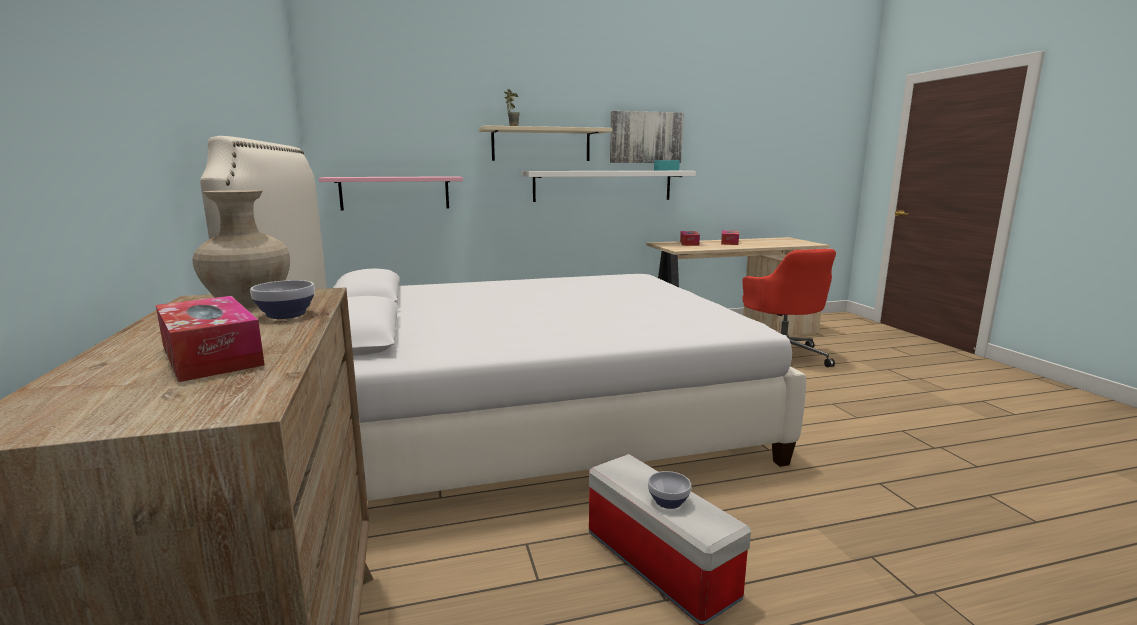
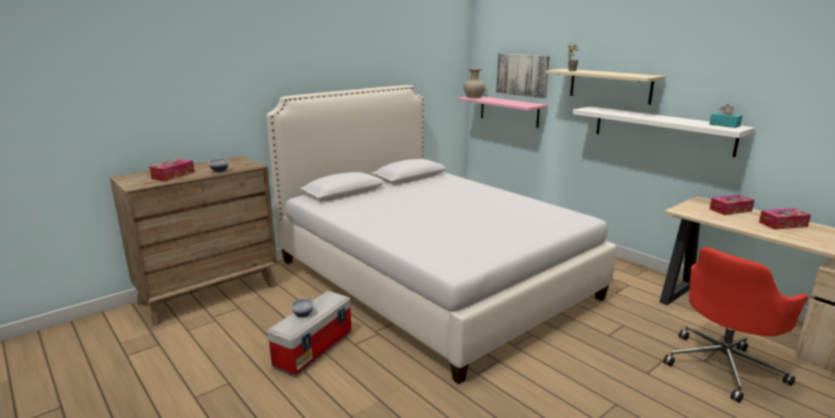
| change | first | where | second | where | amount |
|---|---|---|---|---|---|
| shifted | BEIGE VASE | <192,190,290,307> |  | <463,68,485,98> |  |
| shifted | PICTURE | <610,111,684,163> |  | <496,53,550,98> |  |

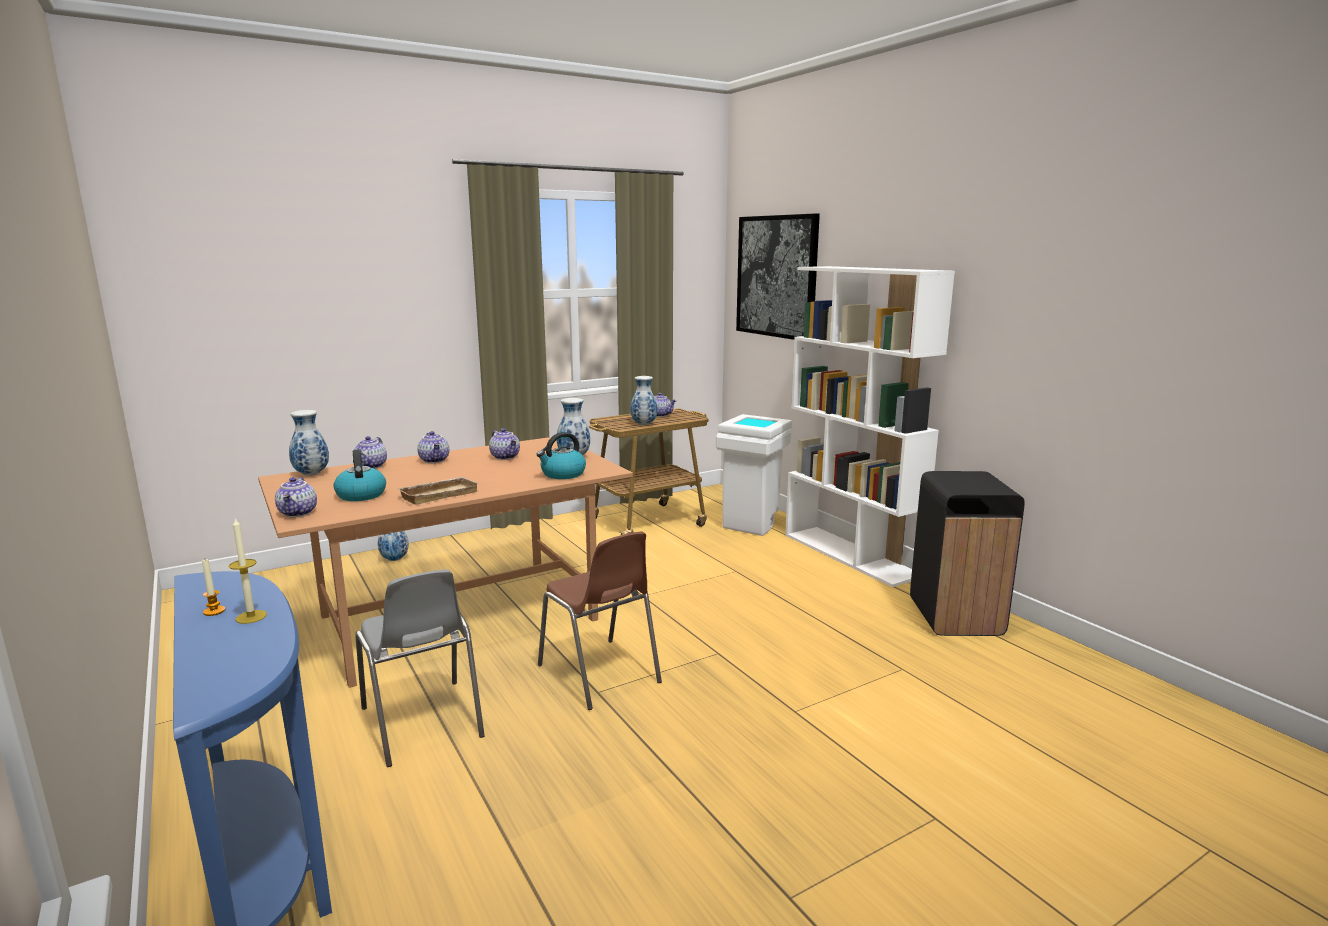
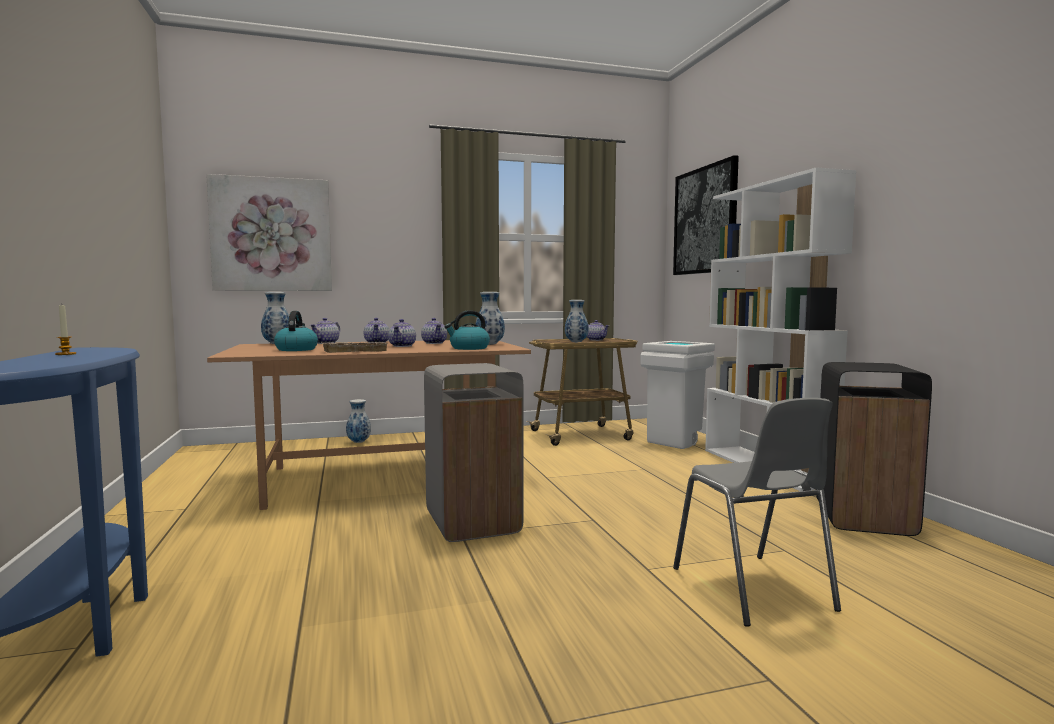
| change | first | where | second | where | amount |
|---|---|---|---|---|---|
| gone | CANDLE | <229,517,267,624> |  |  |  |
| new |  |  | PICTURE | <206,174,332,291> |  |
| shifted | TEAPOT | <275,477,317,517> |  | <388,319,416,347> |  |
| shifted | GREY CHAIR | <355,569,485,767> |  | <673,398,841,627> |  |
| swapped | BROWN CHAIR | <538,532,662,710> | GREY TRASH CAN | <424,363,524,542> |  |

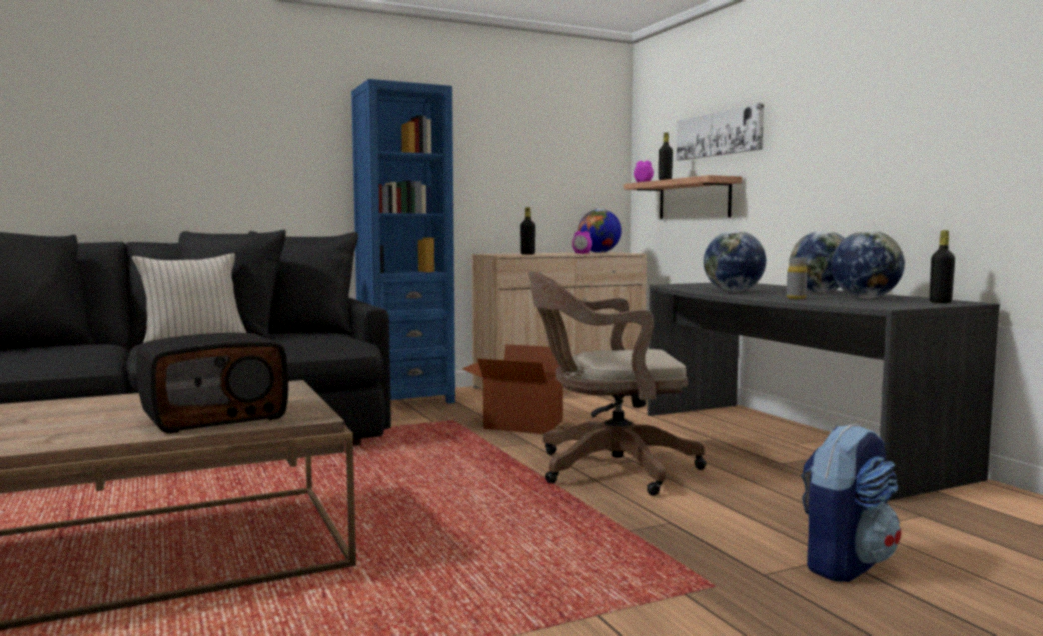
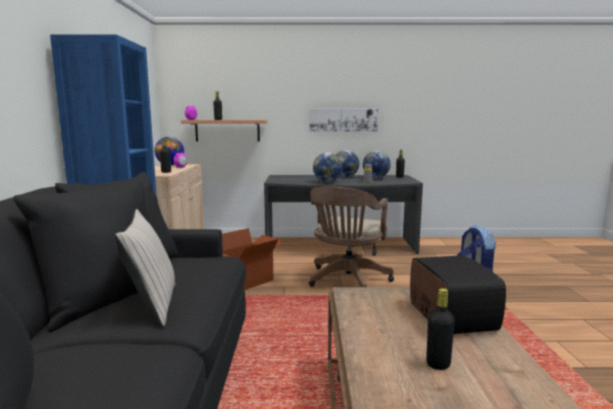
| change | first | where | second | where | amount |
|---|---|---|---|---|---|
| new |  |  | BLACK BOTTLE | <426,288,455,370> |  |
| shifted | PICTURE | <677,103,764,161> |  | <310,108,378,132> |  |

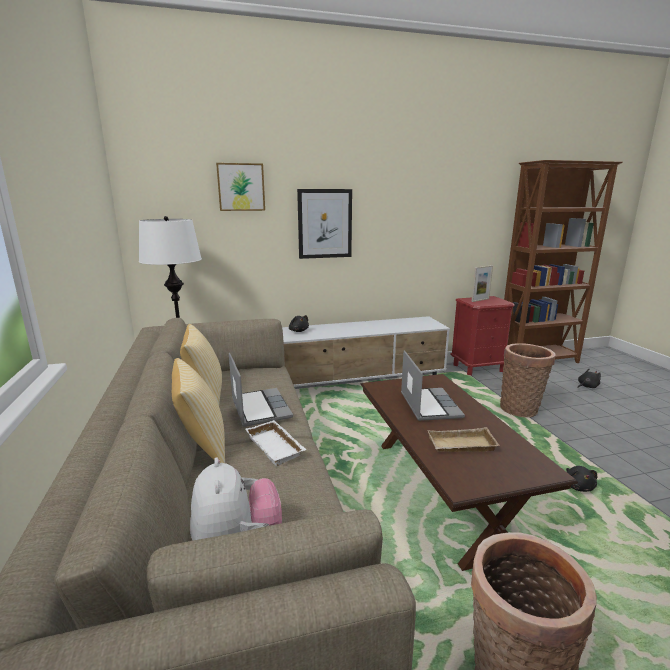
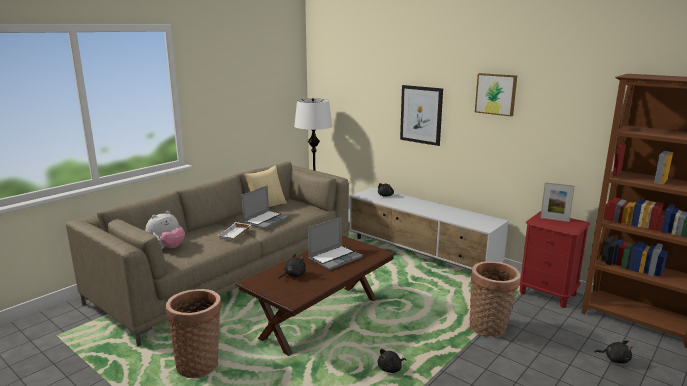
| change | first | where | second | where | amount |
|---|---|---|---|---|---|
| gone | PILLOW | <172,358,225,463> |  |  |  |
| shifted | PICTURE | <216,163,265,211> |  | <475,73,517,116> |  |
| swapped | BEIGE TRAY | <428,427,500,452> | BLACK PLUSH TOY | <278,254,306,279> |  |

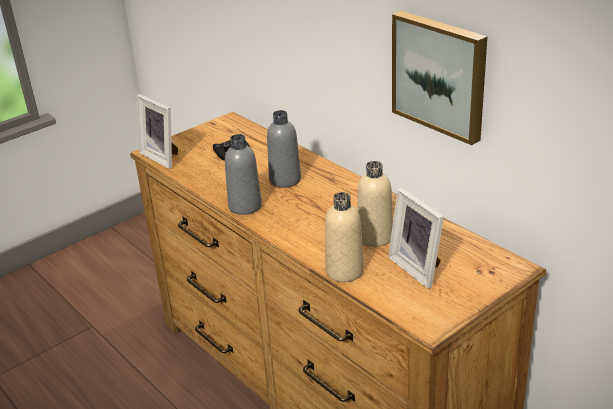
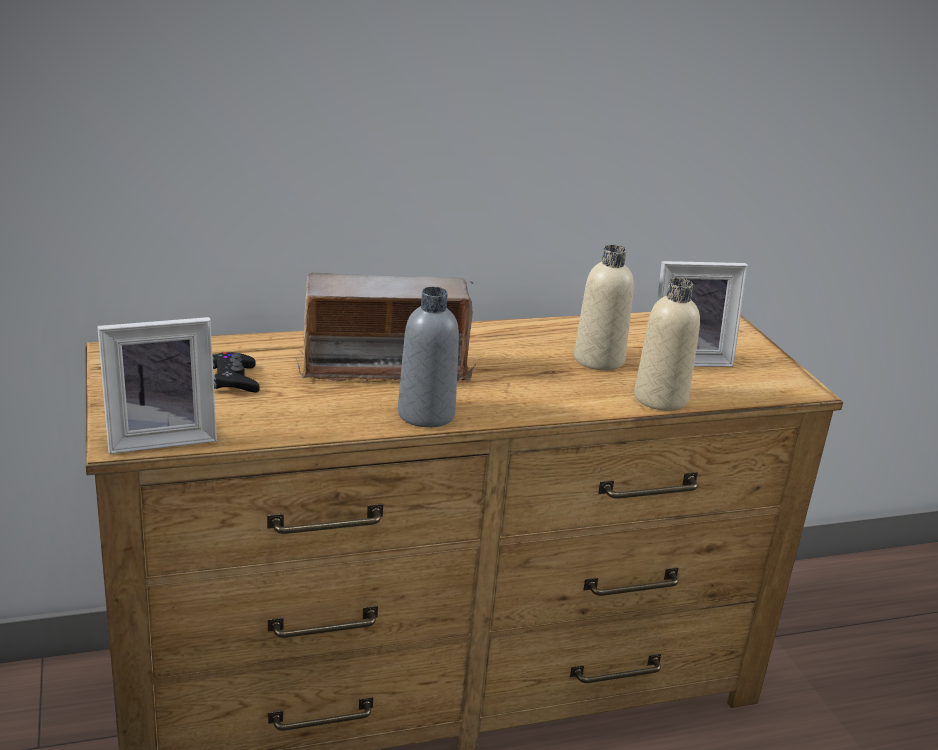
| change | first | where | second | where | amount |
|---|---|---|---|---|---|
| gone | PICTURE | <392,11,488,145> |  |  |  |
| swapped | GREY BOTTLE | <267,110,301,188> | RADIO | <295,273,476,382> |  |

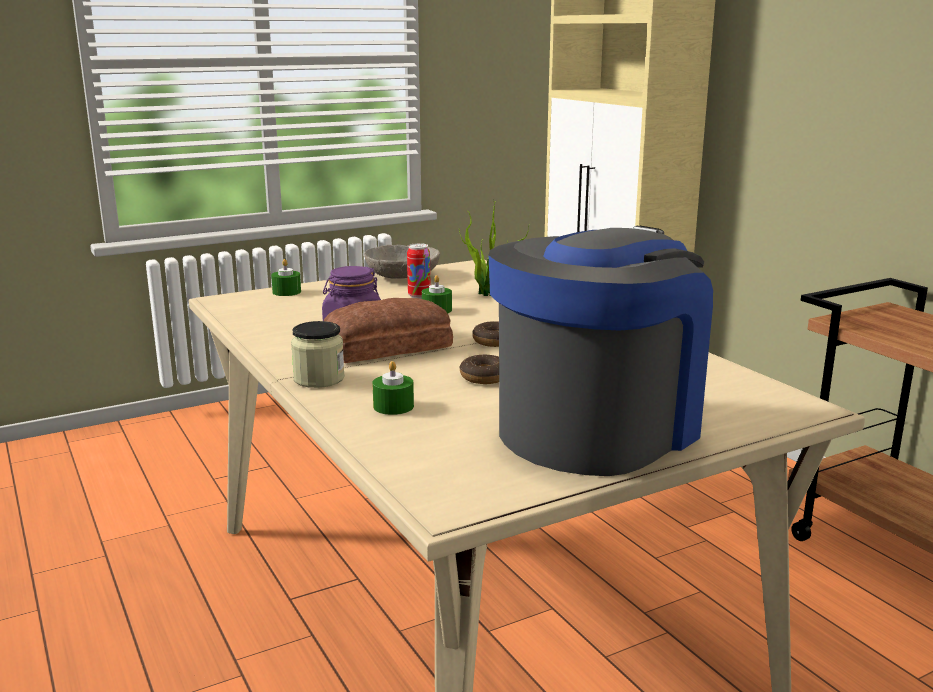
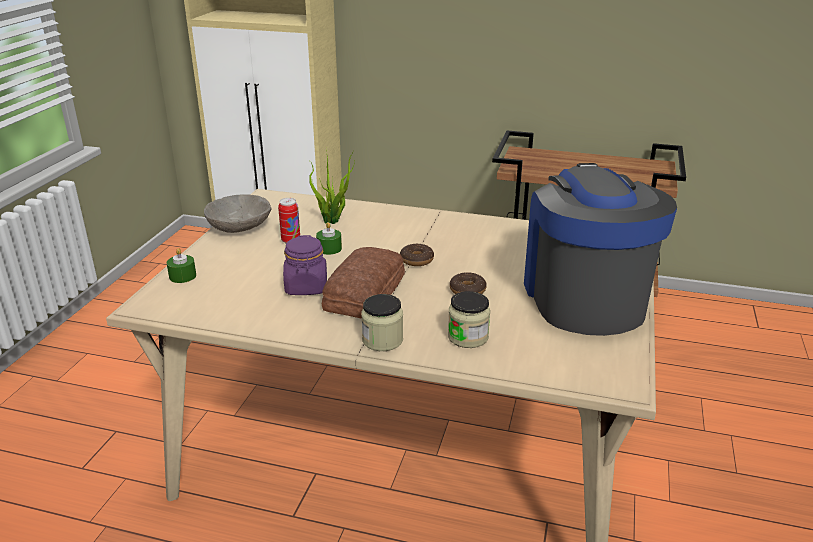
| change | first | where | second | where | amount |
|---|---|---|---|---|---|
| swapped | GREEN CANDLE | <372,361,414,415> | JAR | <448,291,490,348> |  |

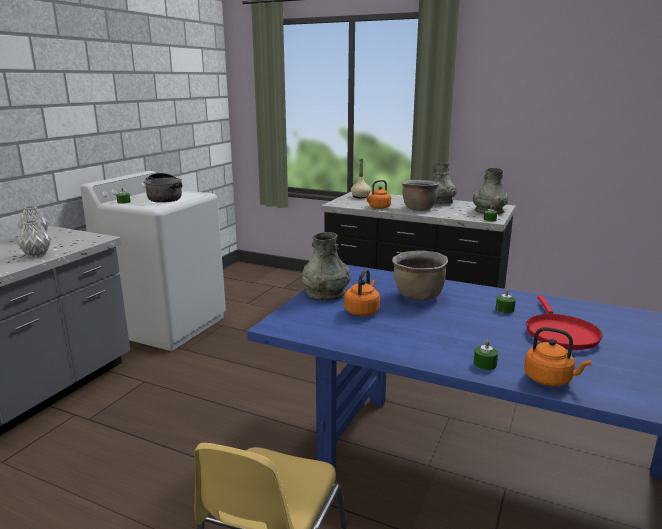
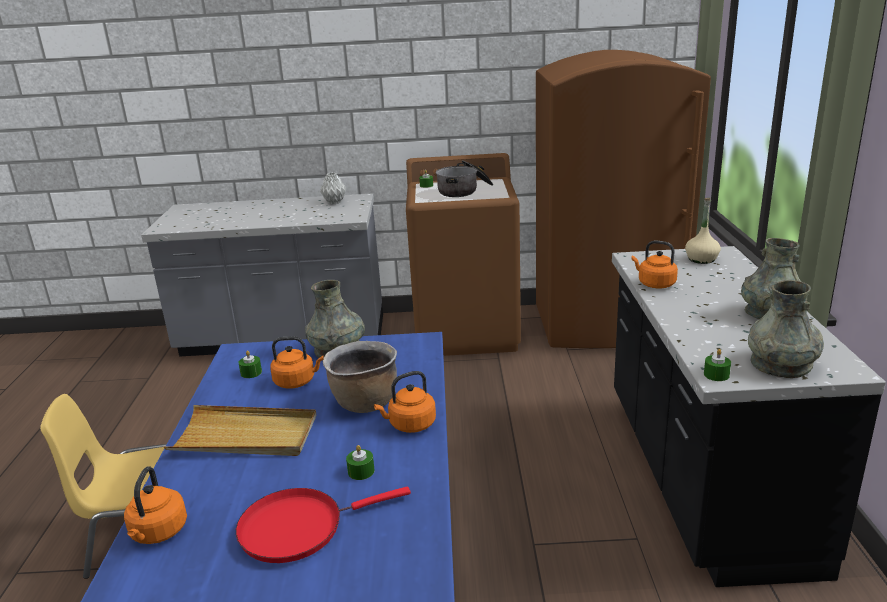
| change | first | where | second | where | amount |
|---|---|---|---|---|---|
| gone | GREY VASE | <16,220,52,258> |  |  |  |
| gone | BROWN COOKING POT | <402,180,439,211> |  |  |  |
| new |  |  | BEIGE TRAY | <164,405,317,456> |  |
| new |  |  | ORANGE KETTLE | <374,371,436,433> |  |
| new |  |  | BROWN FRIDGE | <536,50,711,348> |  |
| shifted | GREEN CANDLE | <473,340,498,370> |  | <238,351,262,378> |  |
| repainted | WHITE WASHING MACHINE | <81,171,226,351> | BROWN WASHING MACHINE | <406,153,521,356> |  |

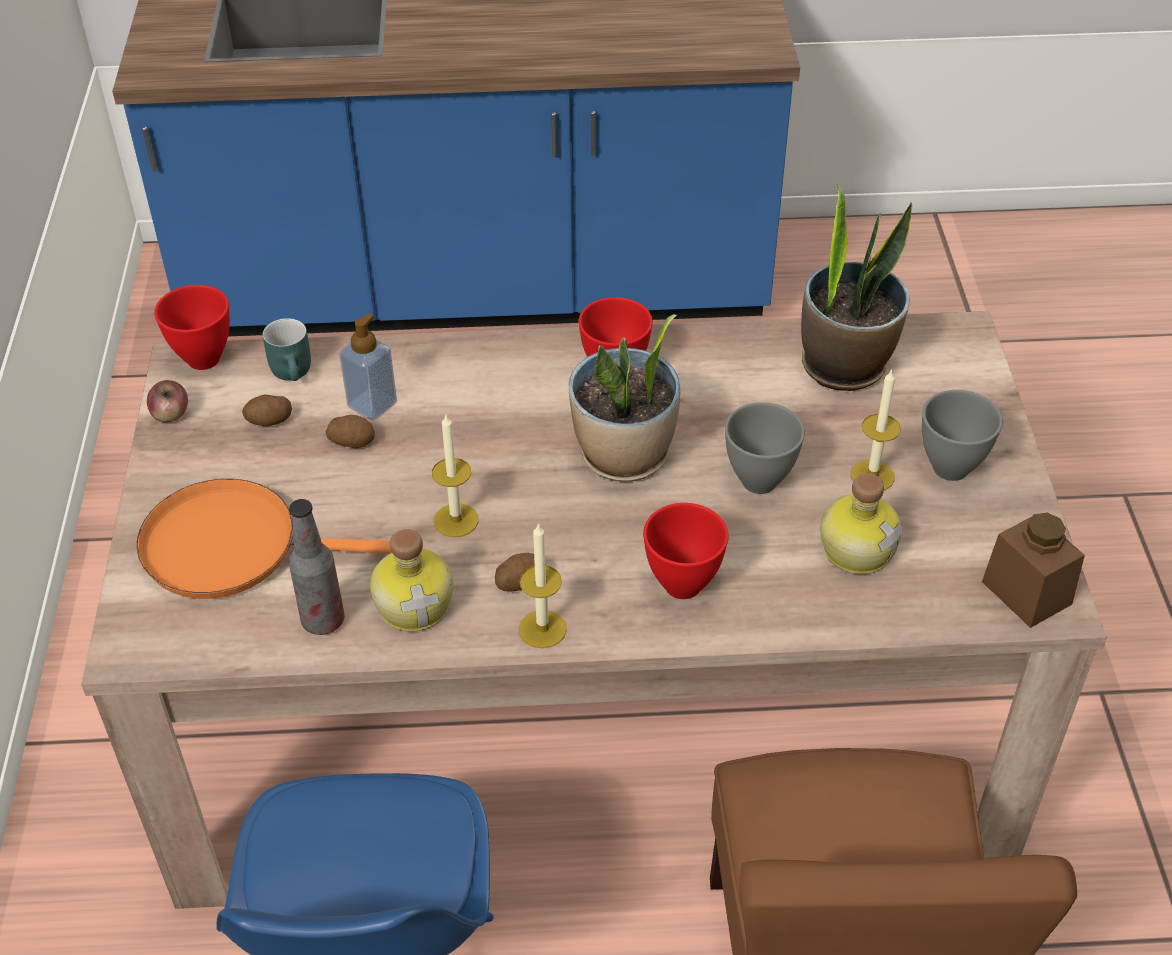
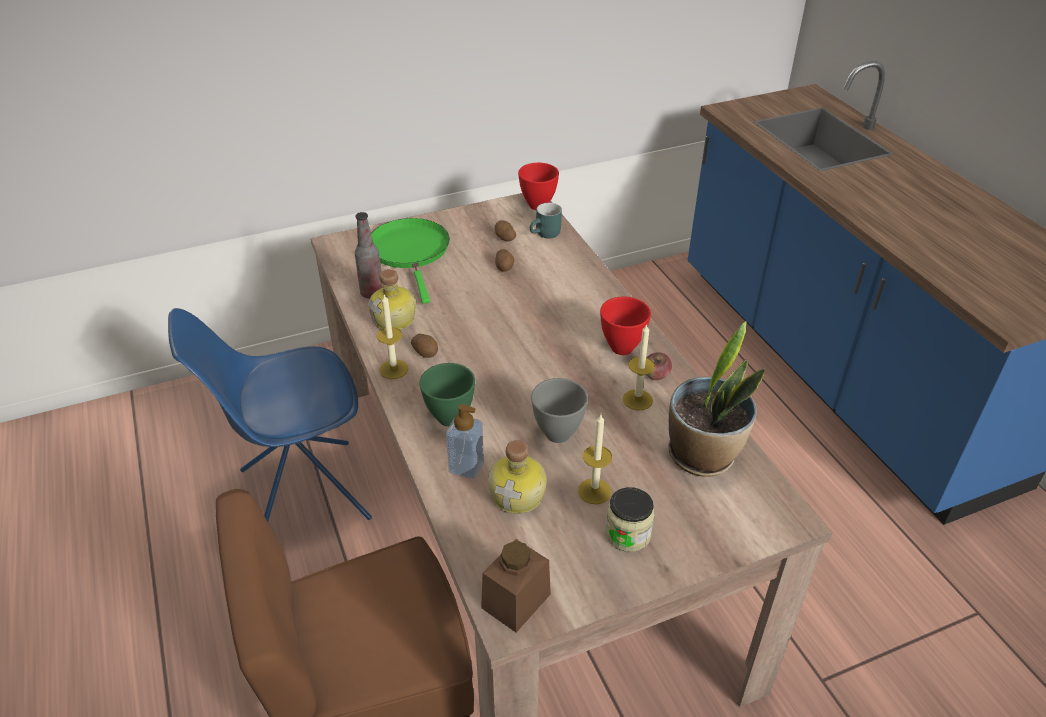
| change | first | where | second | where | amount |
|---|---|---|---|---|---|
| gone | POTTED PLANT | <568,314,680,482> |  |  |  |
| shifted | APPLE | <147,380,188,423> |  | <646,352,672,380> |  |
| shifted | SOAP DISPENSER | <339,313,397,420> |  | <446,404,484,479> |  |
| shifted | CANDLE | <432,415,479,537> |  | <623,324,655,410> |  |
| swapped | GREY BOWL | <922,390,1003,481> | JAR | <605,487,655,552> |  |
| repainted | ORANGE FRYING PAN | <136,479,392,599> | GREEN FRYING PAN | <371,218,450,303> |  |
| repainted | RED BOWL | <643,503,728,599> | GREEN BOWL | <419,363,475,427> |  |

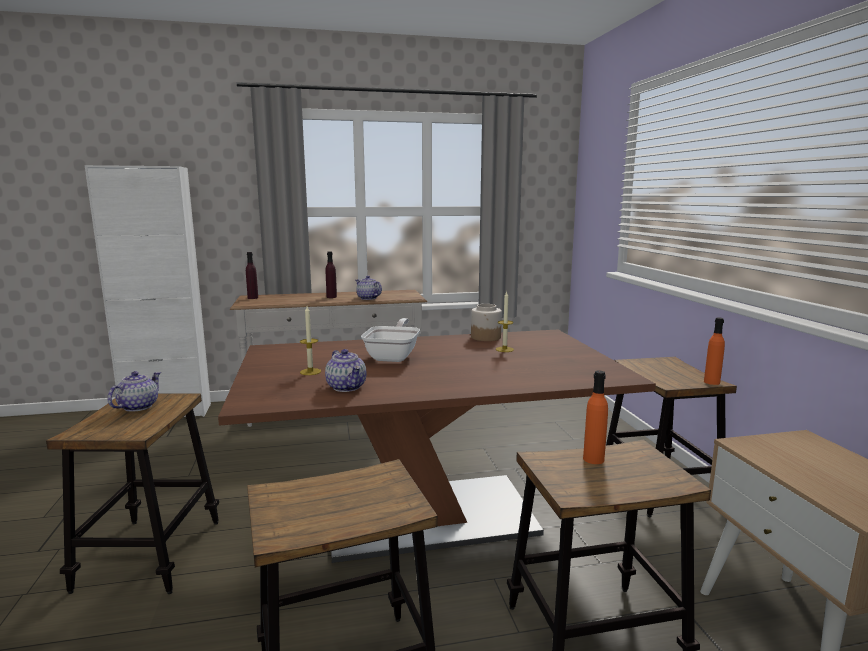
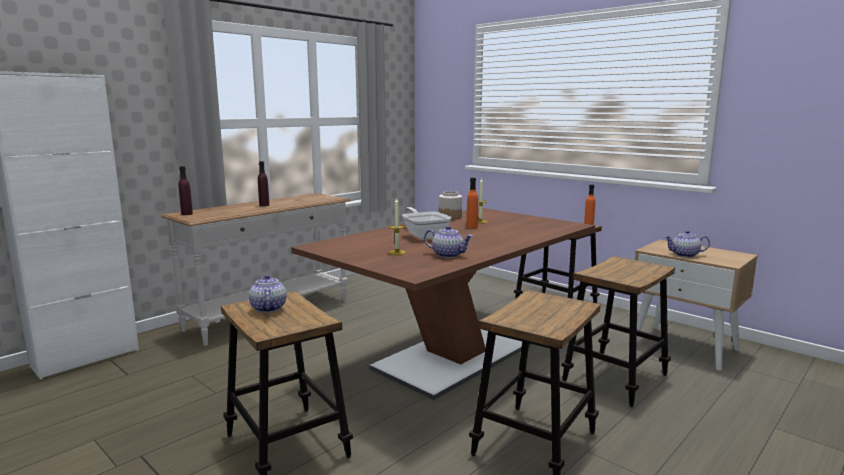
| change | first | where | second | where | amount |
|---|---|---|---|---|---|
| shifted | TEAPOT | <356,276,382,300> |  | <664,230,710,258> |  |
| shifted | ORANGE BOTTLE | <583,370,608,464> |  | <466,178,478,229> |  |

